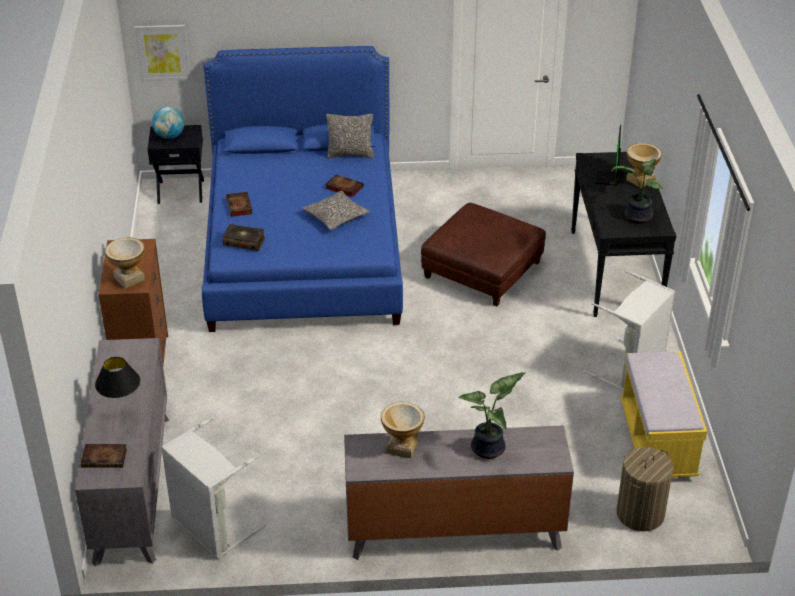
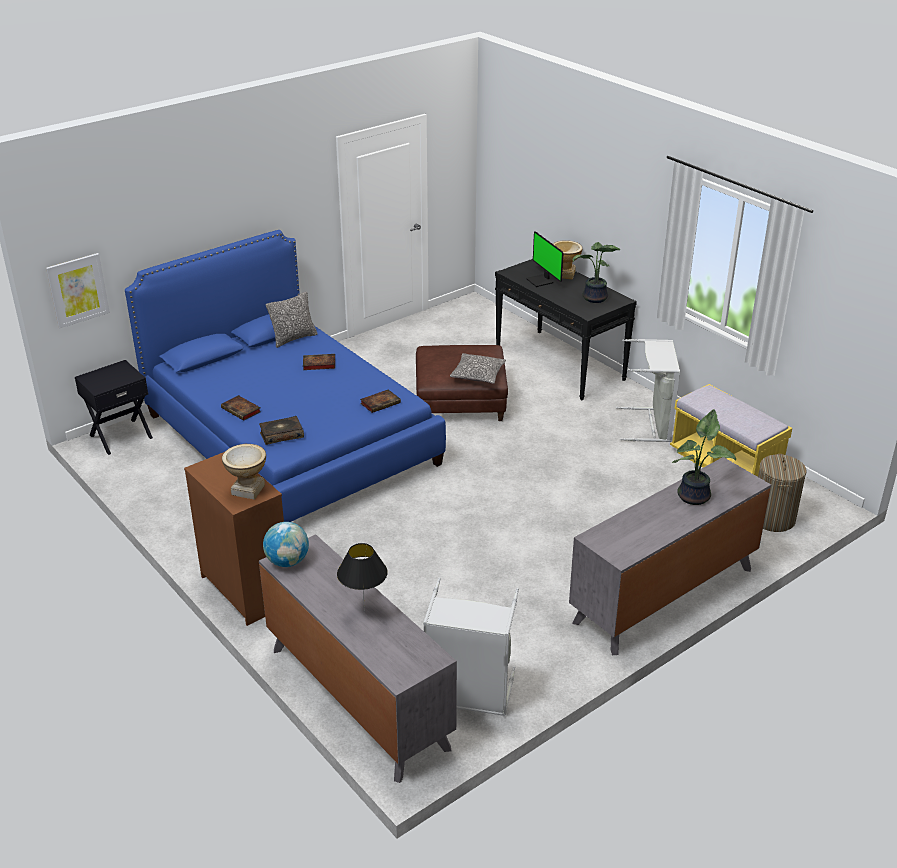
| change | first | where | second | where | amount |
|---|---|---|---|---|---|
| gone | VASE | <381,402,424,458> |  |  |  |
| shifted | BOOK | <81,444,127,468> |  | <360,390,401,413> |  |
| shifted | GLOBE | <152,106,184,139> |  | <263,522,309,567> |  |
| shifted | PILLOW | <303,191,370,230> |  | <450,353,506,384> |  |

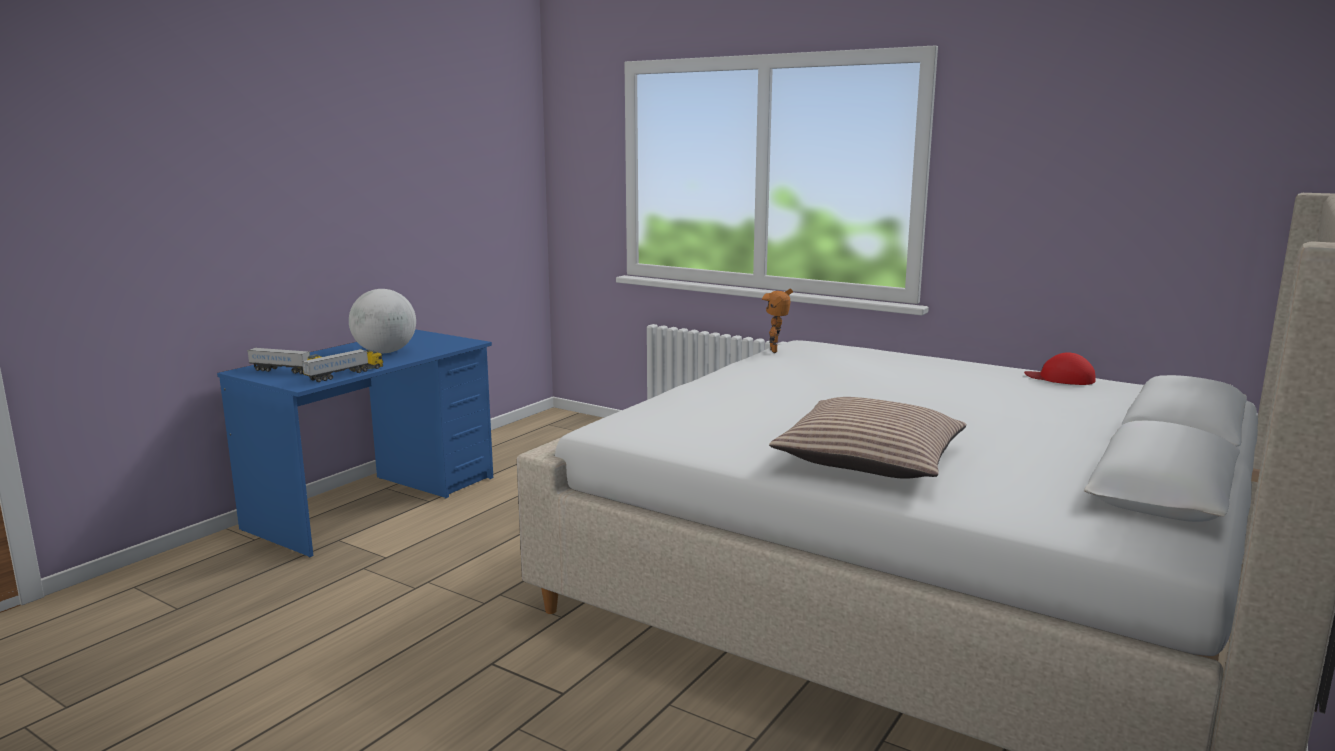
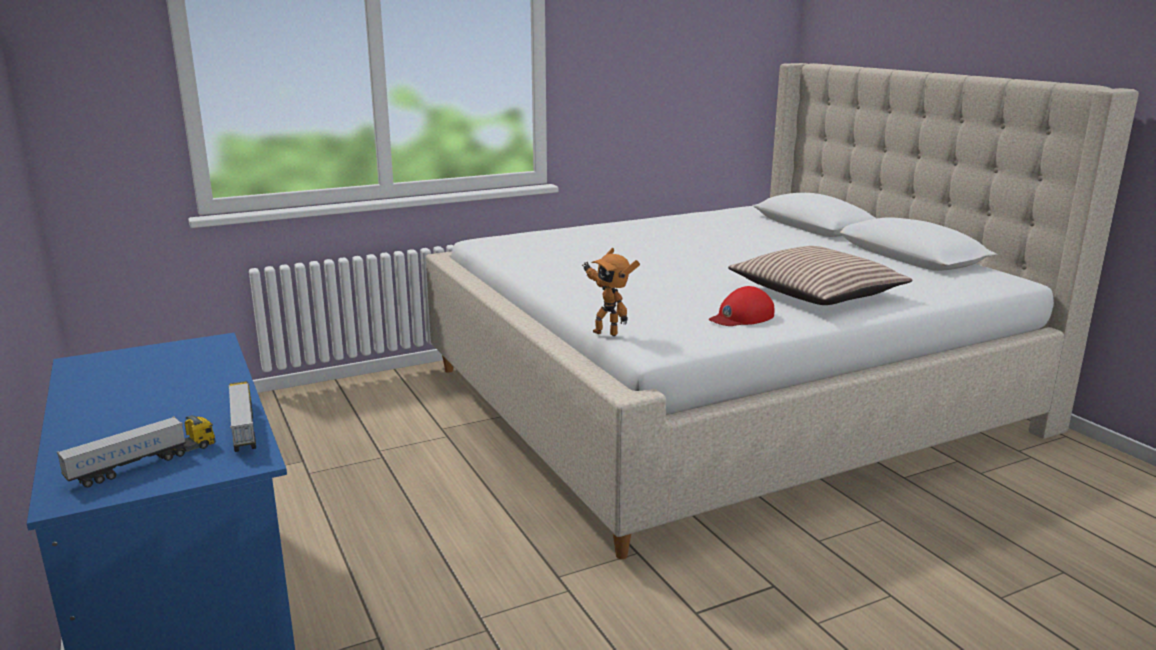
| change | first | where | second | where | amount |
|---|---|---|---|---|---|
| gone | GLOBE | <349,289,416,353> |  |  |  |
| shifted | TOY ROBOT | <762,289,793,353> |  | <582,248,640,336> |  |
| shifted | RED CAP | <1024,352,1096,385> |  | <709,286,774,326> |  |

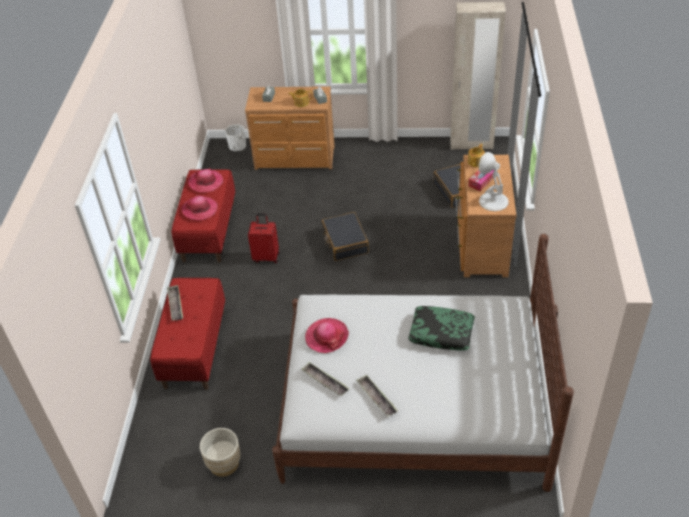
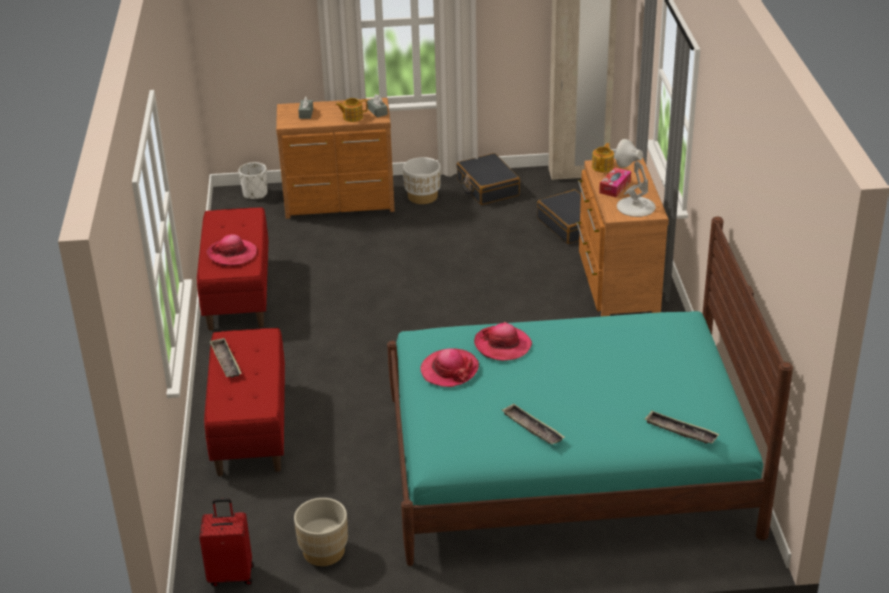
| change | first | where | second | where | amount |
|---|---|---|---|---|---|
| gone | PILLOW | <408,306,475,351> |  |  |  |
| new |  |  | WHITE PLANTER | <403,157,441,204> |  |
| shifted | HAT | <188,168,223,193> |  | <474,322,532,361> |  |
| shifted | RED SUITCASE | <248,213,280,263> |  | <199,499,254,587> |  |
| shifted | TRAY | <301,362,350,396> |  | <645,411,719,444> |  |
| shifted | BLACK SUITCASE | <322,212,369,261> |  | <456,153,520,205> |  |
| repainted | WHITE BED | <272,234,574,492> | TURQUOISE BED | <387,216,793,566> |  |

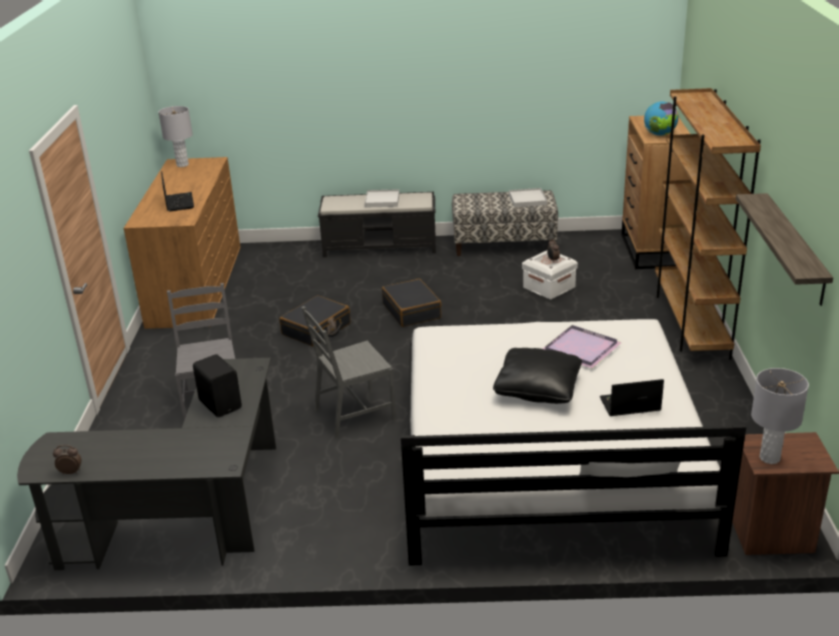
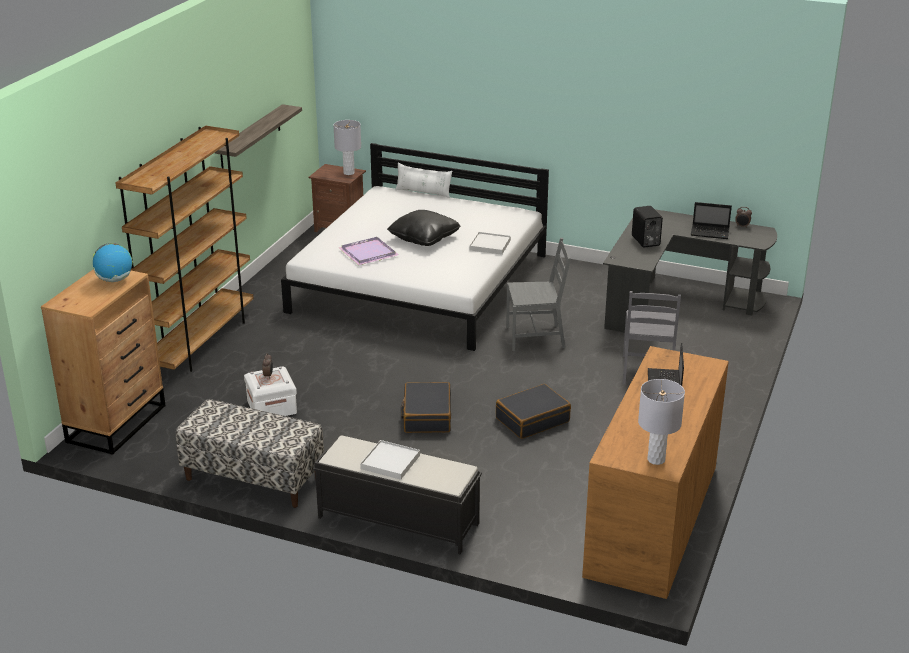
| change | first | where | second | where | amount |
|---|---|---|---|---|---|
| shifted | WHITE TRAY | <509,188,547,208> |  | <469,232,511,255> |  |
| shifted | LAPTOP | <600,379,664,416> |  | <691,202,732,239> |  |

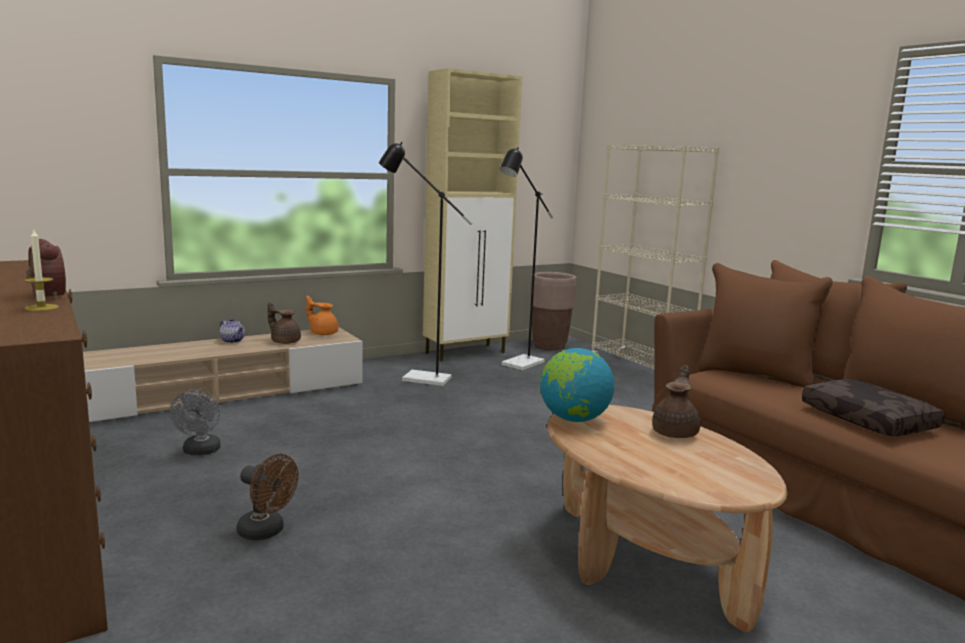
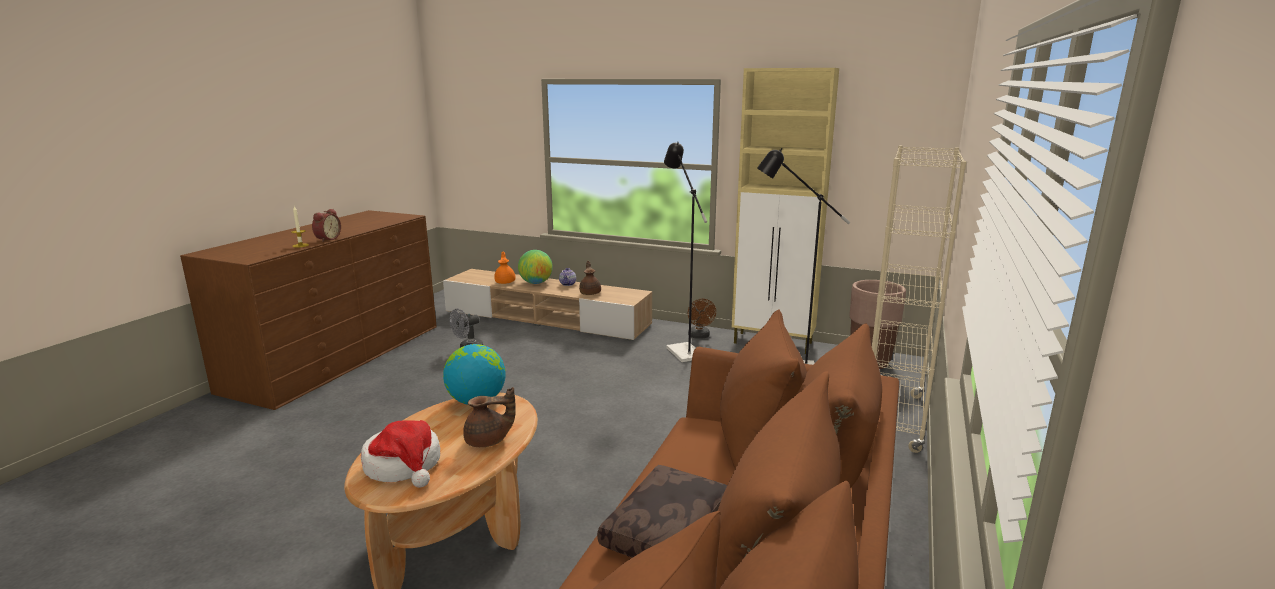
| change | first | where | second | where | amount |
|---|---|---|---|---|---|
| new |  |  | HAT | <361,420,440,488> |  |
| new |  |  | GLOBE | <518,250,553,284> |  |
| shifted | BROWN FAN | <237,454,298,541> |  | <688,299,716,339> |  |
| shifted | ORANGE TEAPOT | <306,295,338,335> |  | <494,251,515,284> |  |

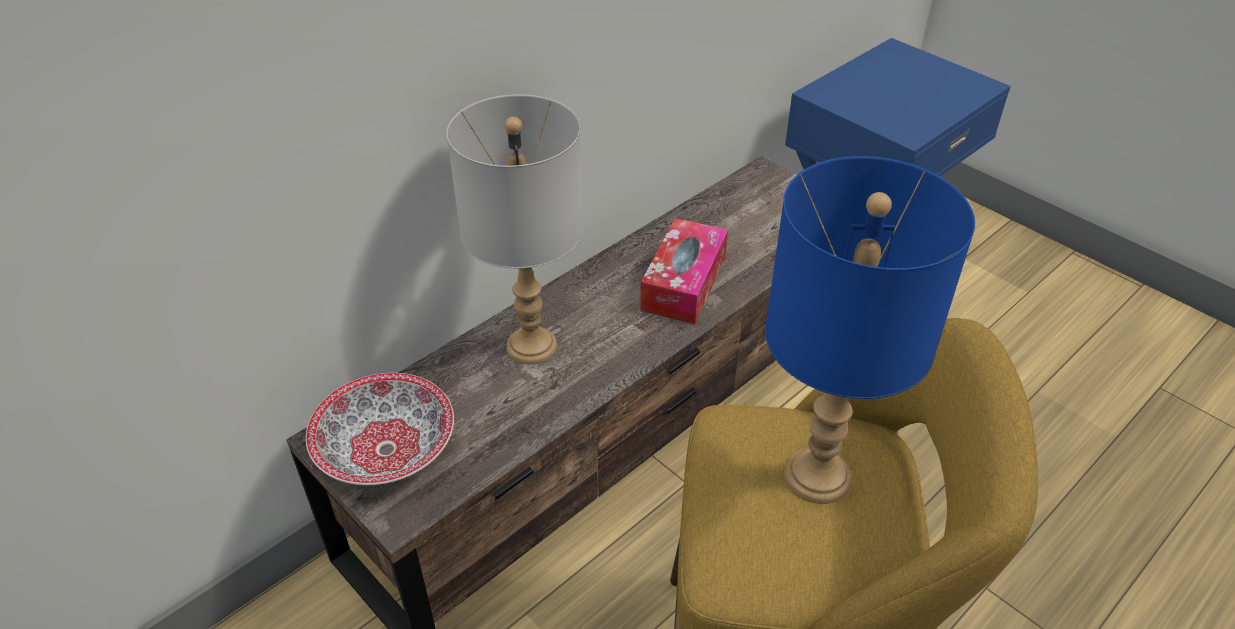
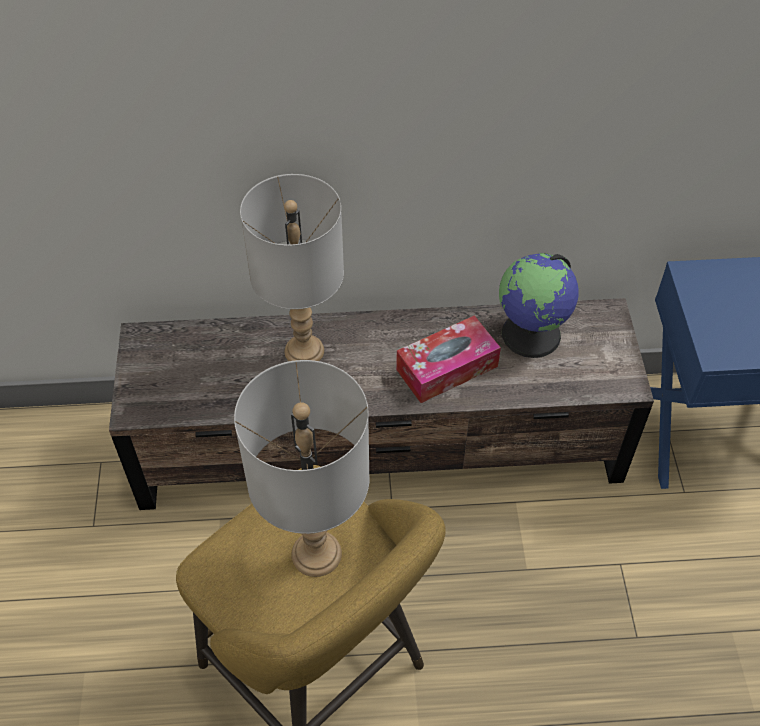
| change | first | where | second | where | amount |
|---|---|---|---|---|---|
| gone | BOWL | <306,373,454,485> |  |  |  |
| new |  |  | GLOBE | <499,253,578,358> |  |
| repainted | BLUE TABLE LAMP | <765,156,975,504> | GREY TABLE LAMP | <234,360,370,577> |  |

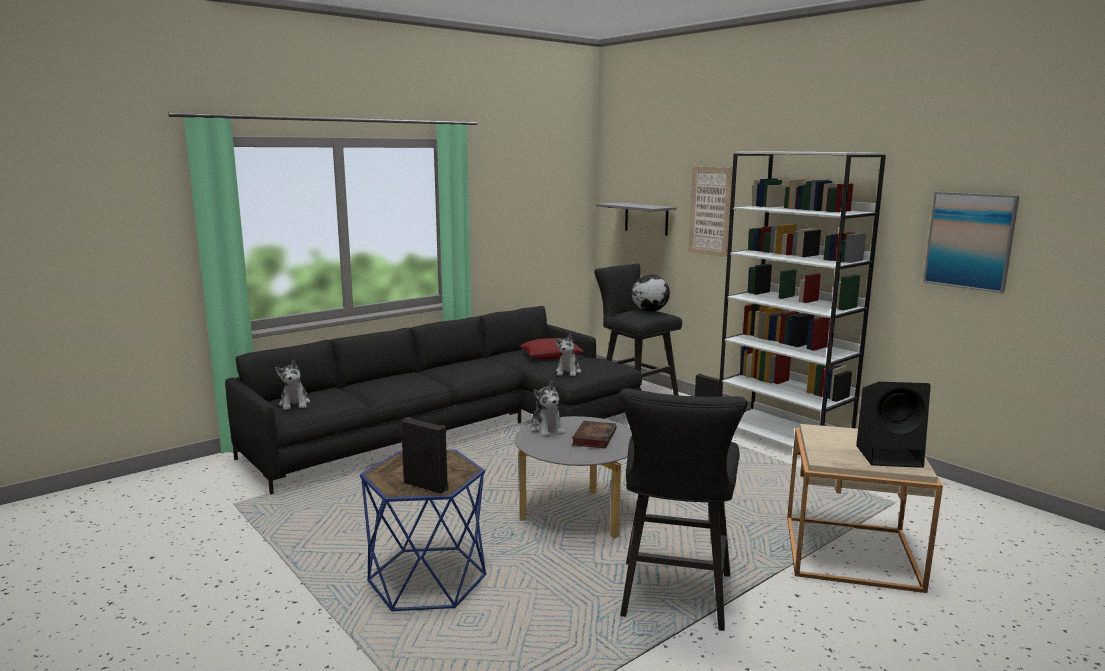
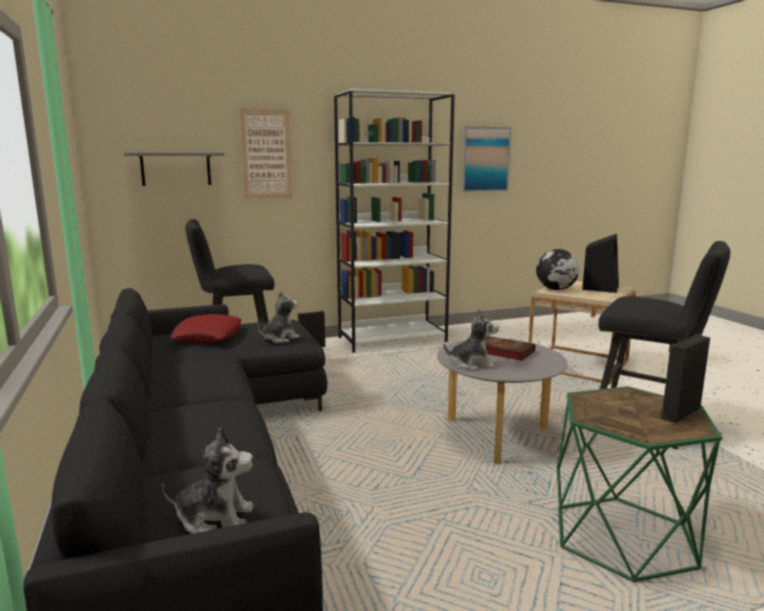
| change | first | where | second | where | amount |
|---|---|---|---|---|---|
| shifted | GLOBE | <632,275,670,312> |  | <536,249,579,290> |  |
| repainted | BLUE SIDE TABLE | <360,449,487,612> | GREEN SIDE TABLE | <557,386,722,582> |  |
| rotated | PLUSH TOY | <555,334,581,377> |  | <258,291,300,343> | 75 degrees counterclockwise |

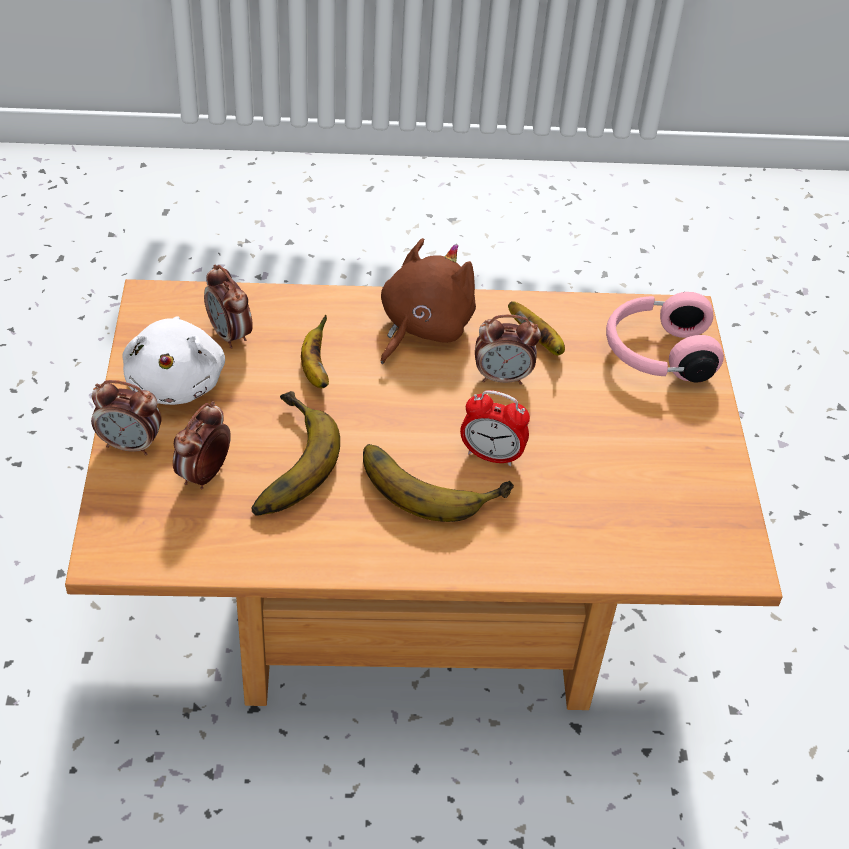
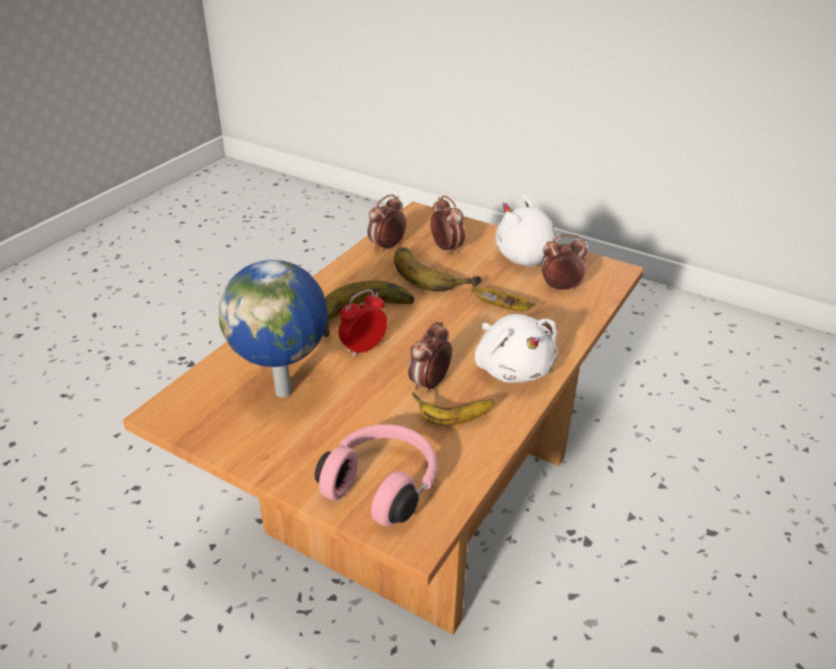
| change | first | where | second | where | amount |
|---|---|---|---|---|---|
| new |  |  | GLOBE | <219,260,328,397> |  |
| shifted | ALARM CLOCK | <91,380,162,455> |  | <367,194,406,252> |  |
| repainted | BROWN PLUSH TOY | <381,238,476,364> | WHITE PLUSH TOY | <475,314,558,383> |  |

